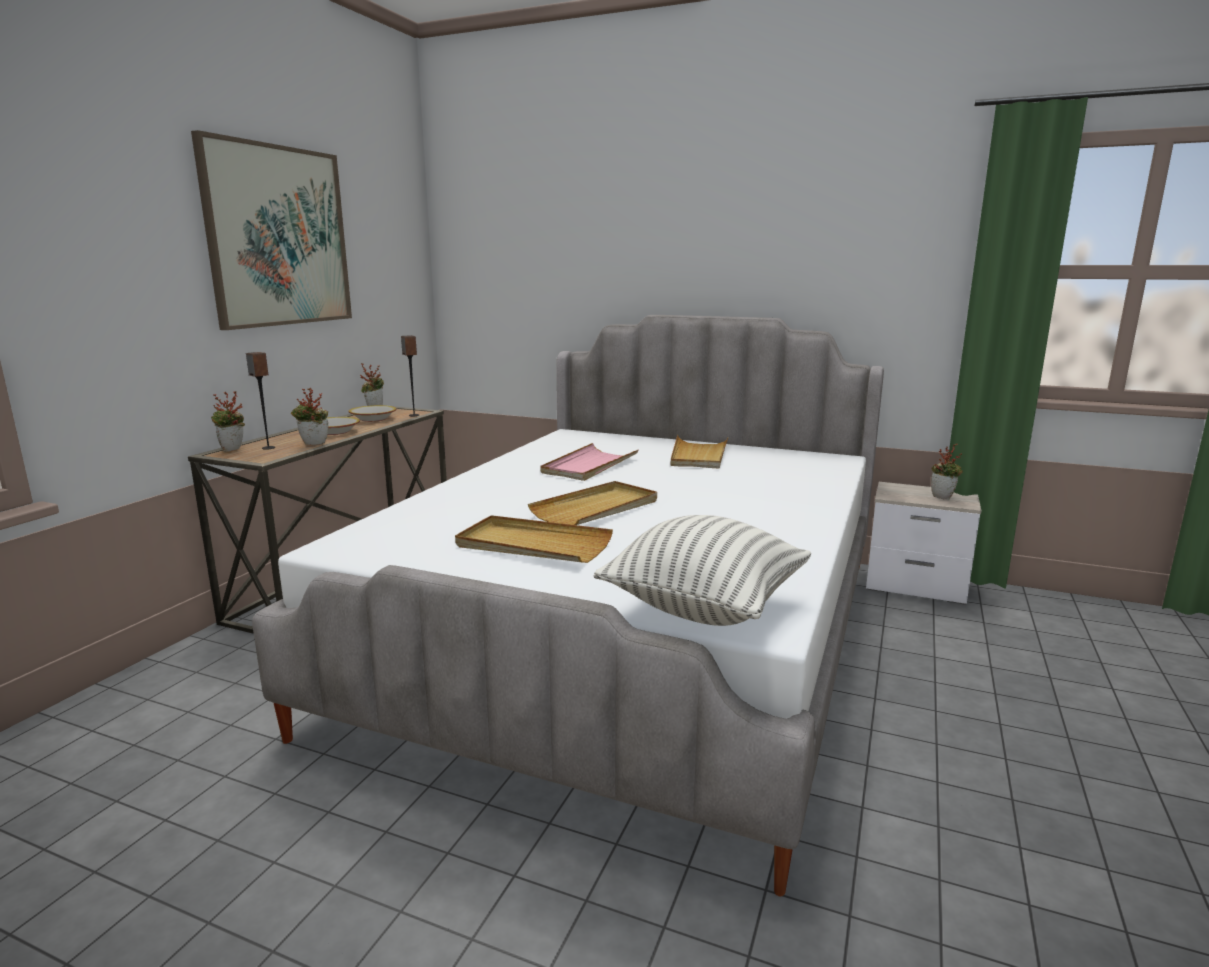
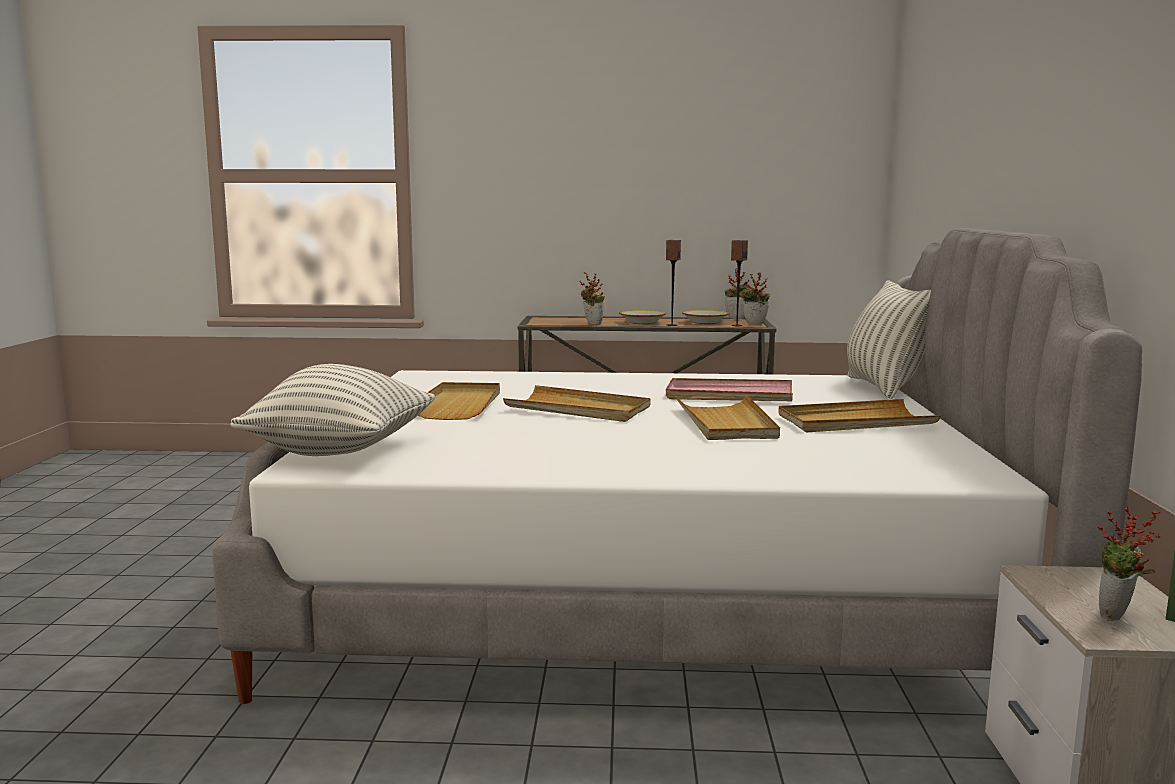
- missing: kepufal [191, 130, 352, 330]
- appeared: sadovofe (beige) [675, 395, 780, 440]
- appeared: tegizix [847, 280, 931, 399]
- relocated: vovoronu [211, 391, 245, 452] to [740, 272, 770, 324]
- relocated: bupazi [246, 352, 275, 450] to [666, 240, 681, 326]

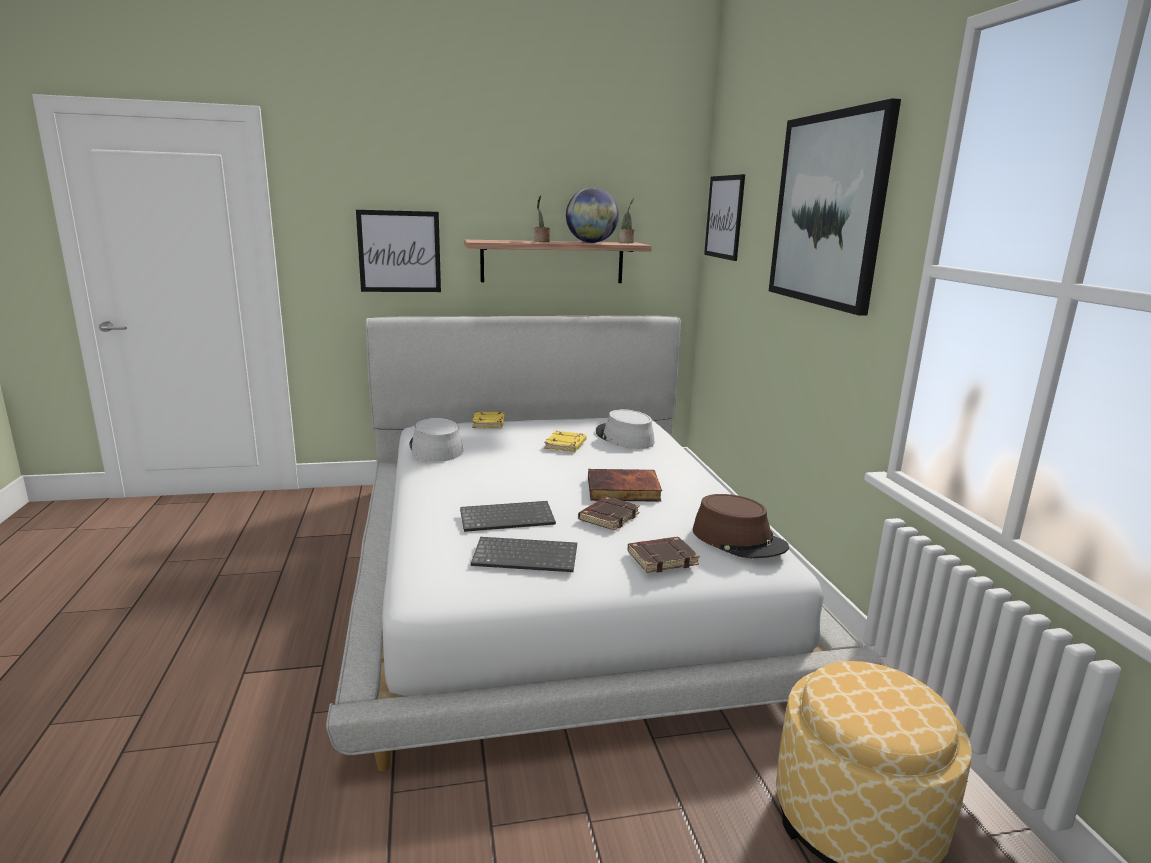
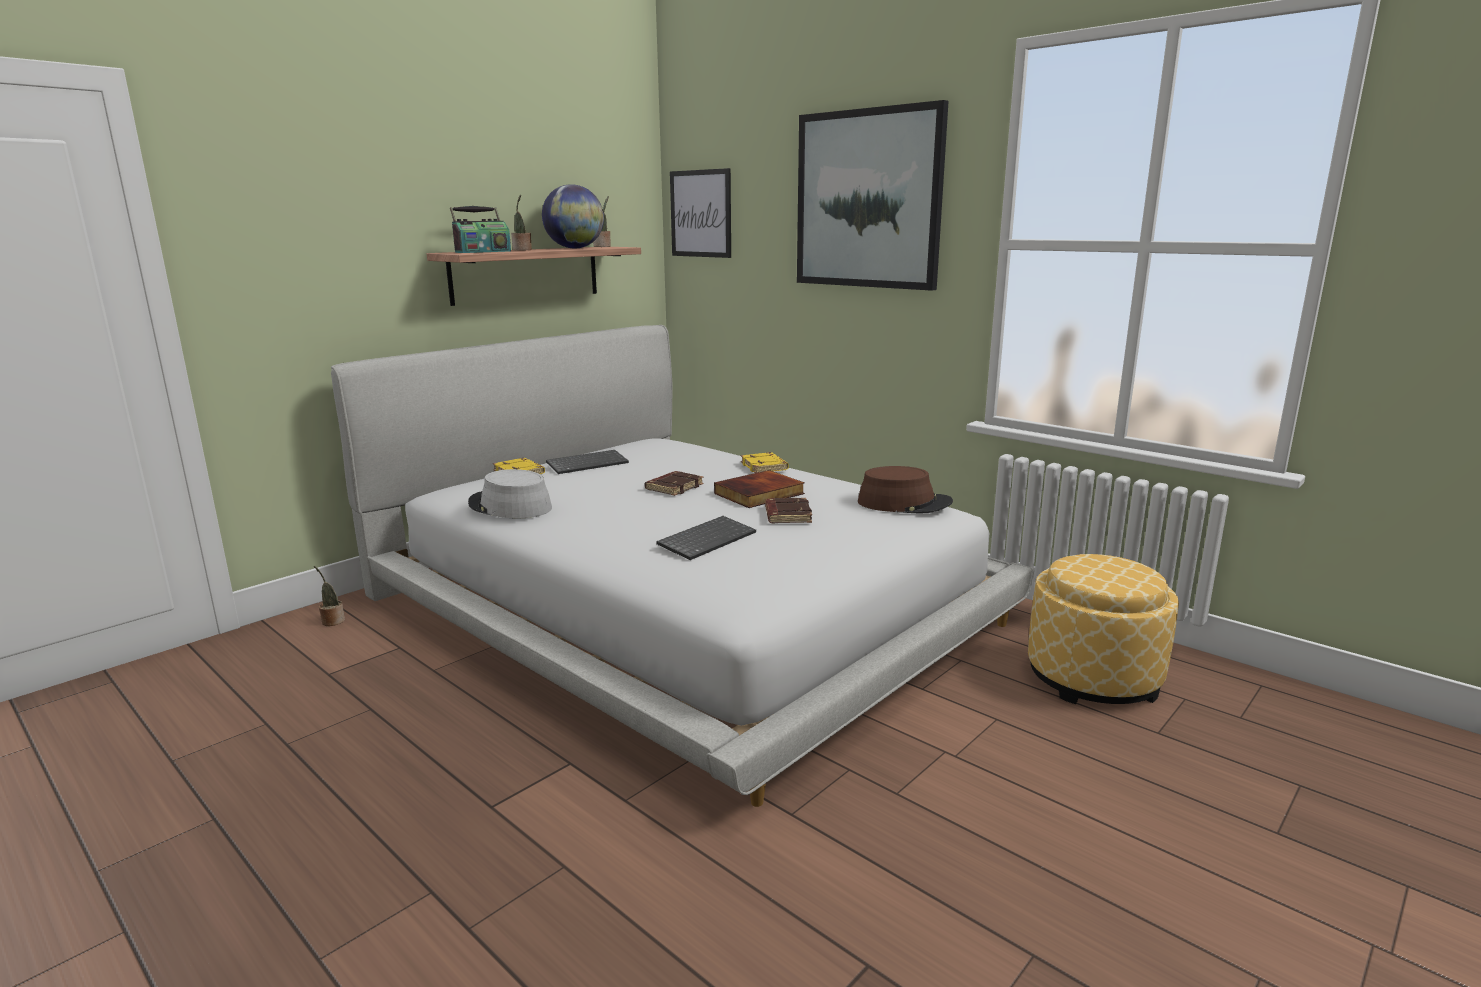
- missing: kepufal [356, 210, 441, 292]
- missing: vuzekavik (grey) [596, 409, 655, 449]
- appeared: vovoronu [314, 566, 345, 626]
- appeared: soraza [450, 206, 511, 253]
- relocated: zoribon [471, 537, 577, 572] to [546, 450, 629, 474]
- relocated: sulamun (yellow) [544, 431, 586, 452] to [741, 452, 789, 473]
- relocated: sulamun (brown) [628, 537, 700, 573] to [645, 471, 704, 496]

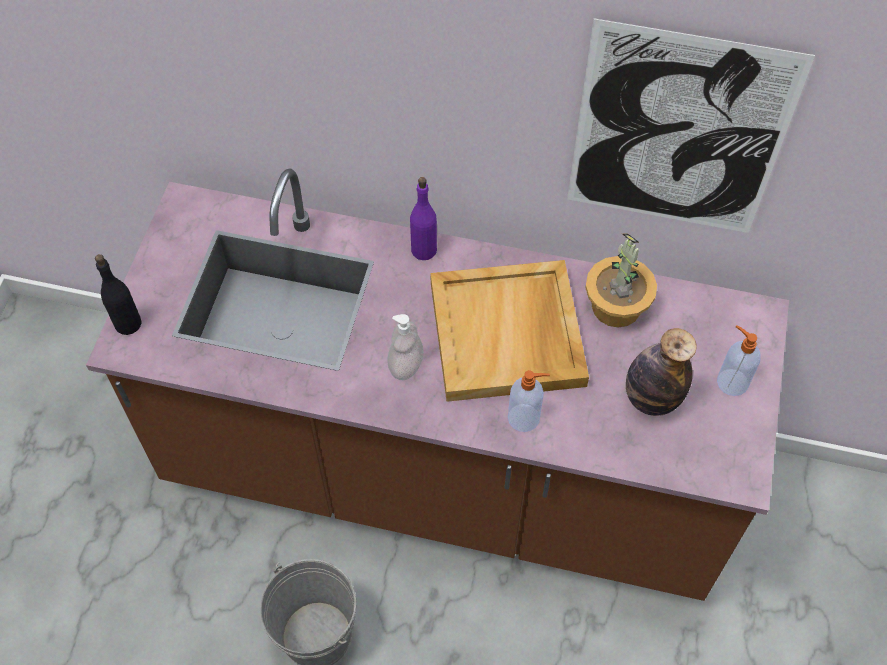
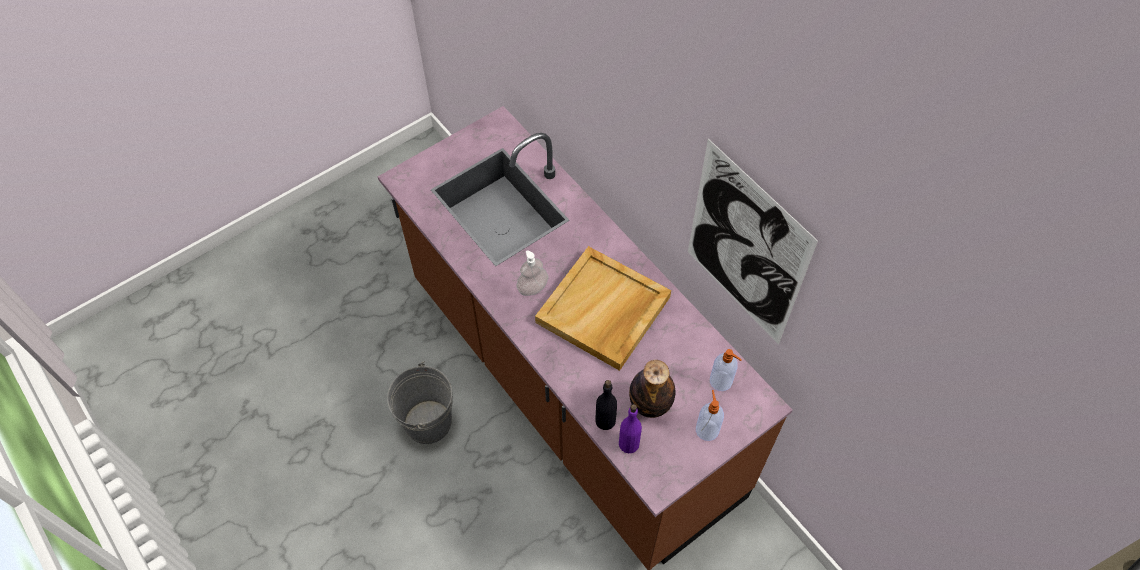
- missing: vovoronu [585, 233, 657, 328]
- relocated: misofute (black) [95, 254, 142, 335] to [595, 380, 617, 430]
- relocated: misofute (purple) [410, 177, 437, 260] to [619, 404, 642, 453]
- relocated: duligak [508, 370, 550, 432] to [710, 349, 742, 391]

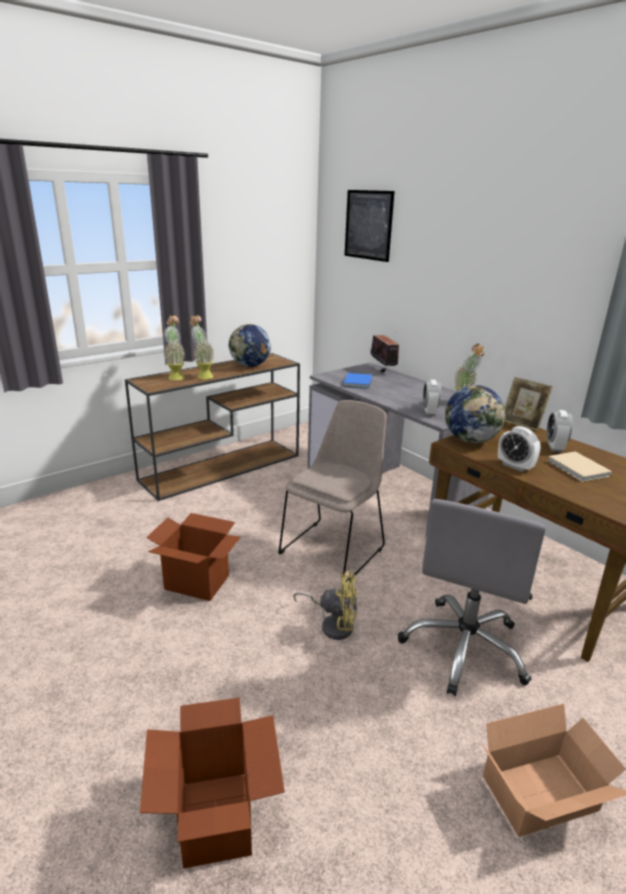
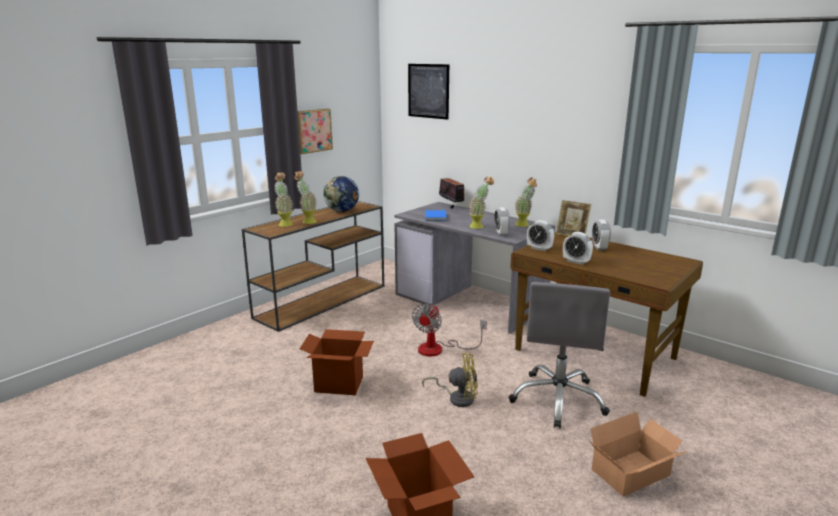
- missing: sulamun (beige) [547, 452, 612, 482]
- appeared: kepufal [297, 109, 333, 154]
- appeared: vovoronu [469, 176, 494, 229]
- exchanged: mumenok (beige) [279, 400, 387, 582] to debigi [412, 304, 487, 356]
- exchanged: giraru [445, 385, 506, 443] to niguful [527, 220, 554, 251]

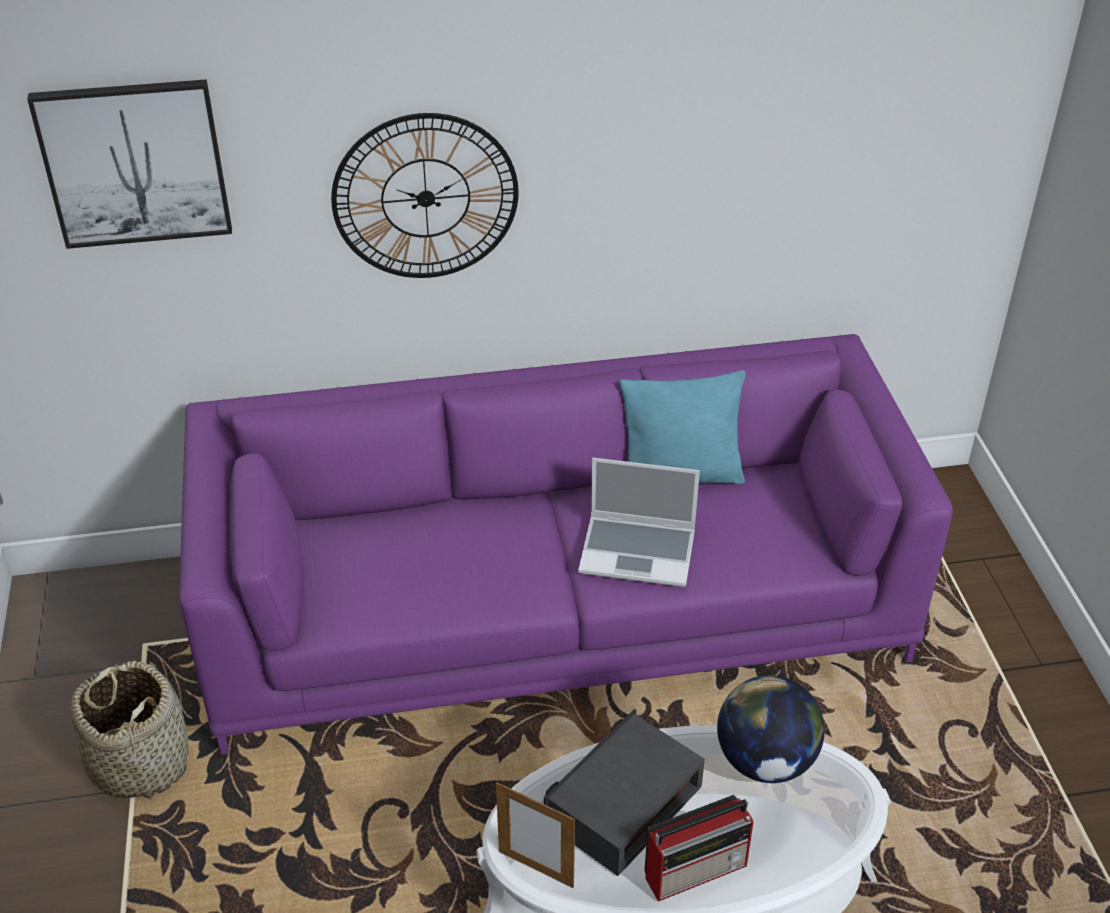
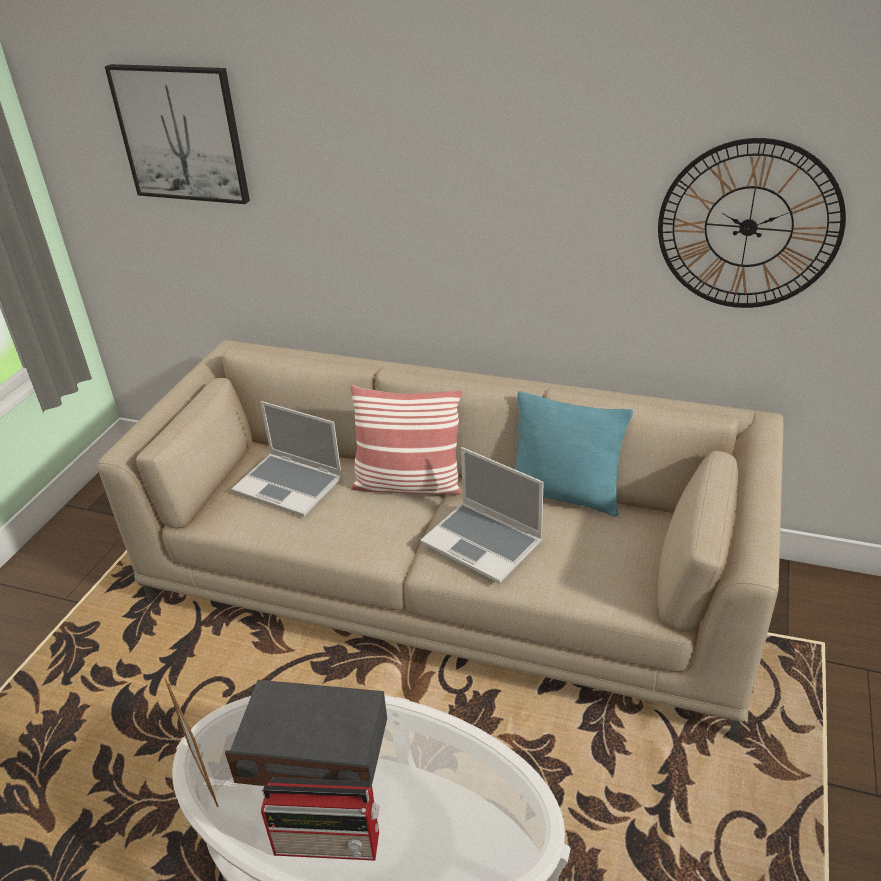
- missing: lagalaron [71, 661, 189, 799]
- missing: giraru [717, 675, 825, 783]
- appeared: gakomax [231, 401, 343, 517]
- appeared: tegizix [350, 385, 462, 495]
- relocated: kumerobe [331, 113, 519, 278] to [658, 138, 846, 308]
- colour: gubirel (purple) [179, 334, 953, 755] to gubirel (beige) [98, 340, 784, 739]
- spun: soraza [544, 709, 705, 876] = [225, 680, 387, 791] 150 degrees counterclockwise

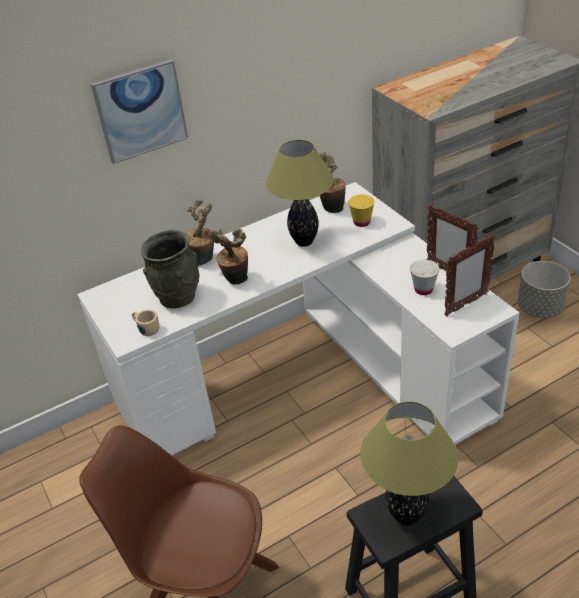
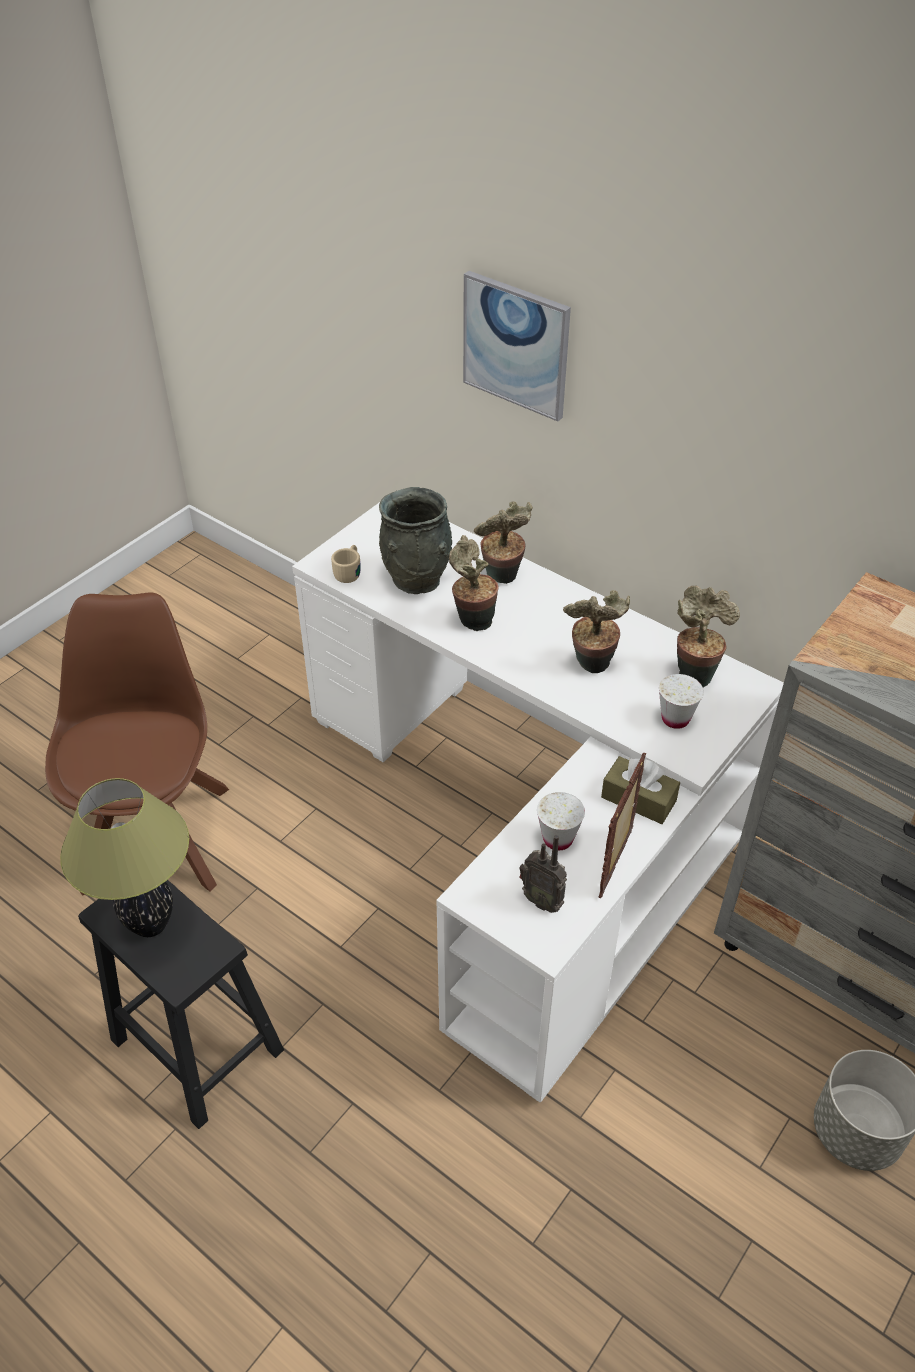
- appeared: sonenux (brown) [601, 756, 680, 824]
- exchanged: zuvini [266, 140, 334, 247] to vovoronu [563, 590, 630, 673]
- exchanged: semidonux [444, 234, 496, 316] to soraza [519, 835, 567, 913]
- colour: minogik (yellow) [348, 195, 375, 227] to minogik (white) [659, 674, 704, 729]

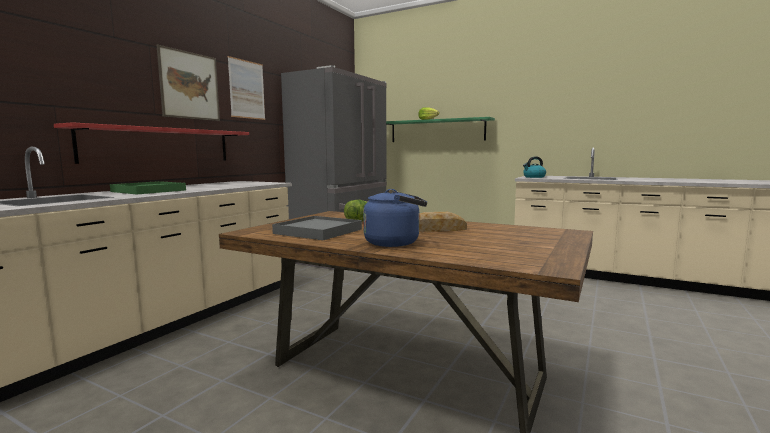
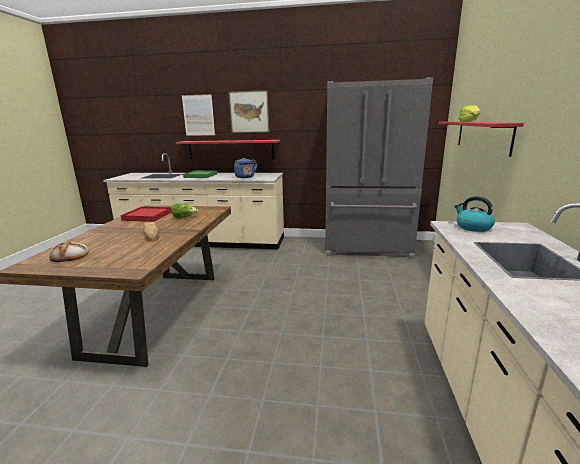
- appeared: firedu [50, 241, 89, 262]
- relocated: kepufal [228, 56, 265, 120] to [182, 94, 215, 136]
- relocated: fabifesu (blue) [363, 189, 427, 247] to [234, 158, 257, 178]
- colour: sadovofe (grey) [272, 216, 362, 240] to sadovofe (red) [121, 207, 172, 222]
- colour: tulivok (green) [386, 117, 495, 142] to tulivok (red) [439, 121, 524, 157]

